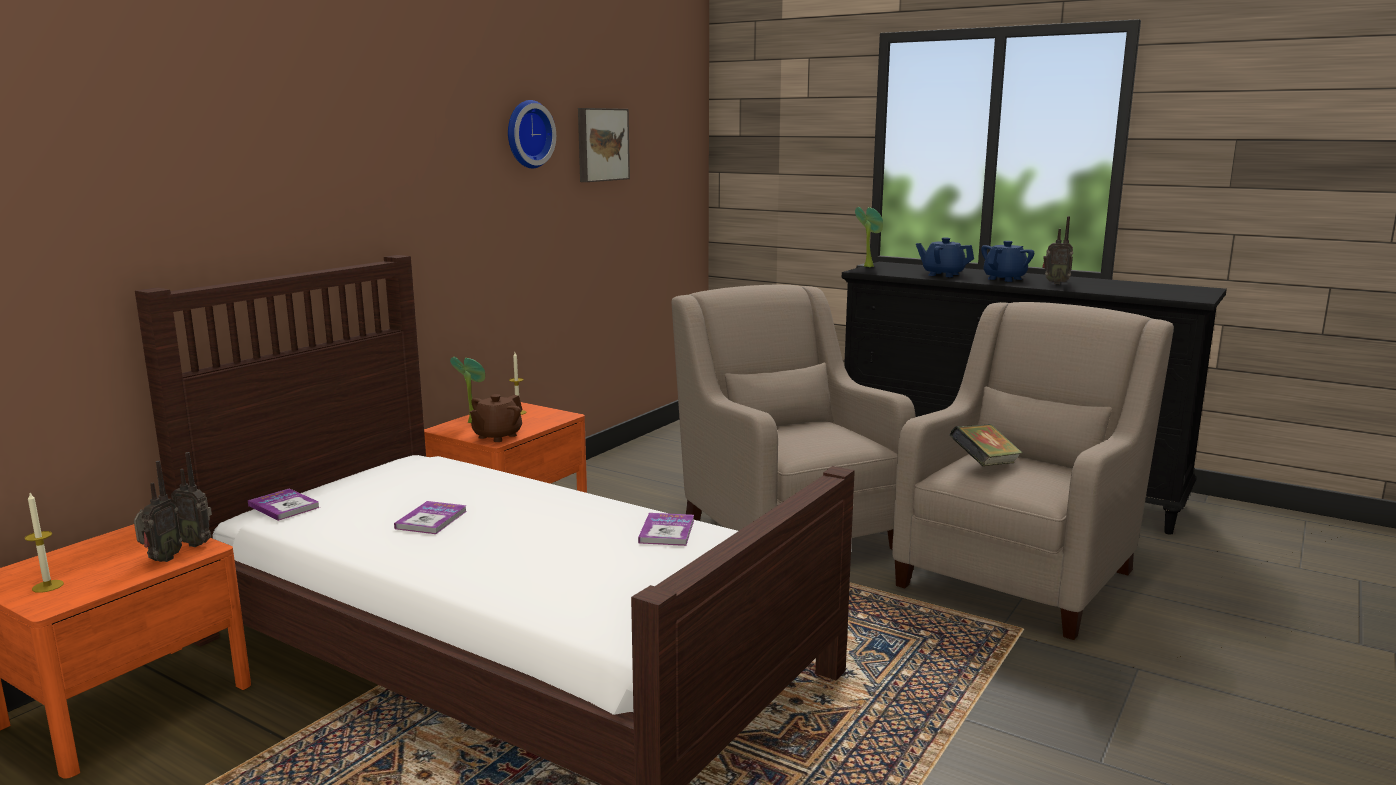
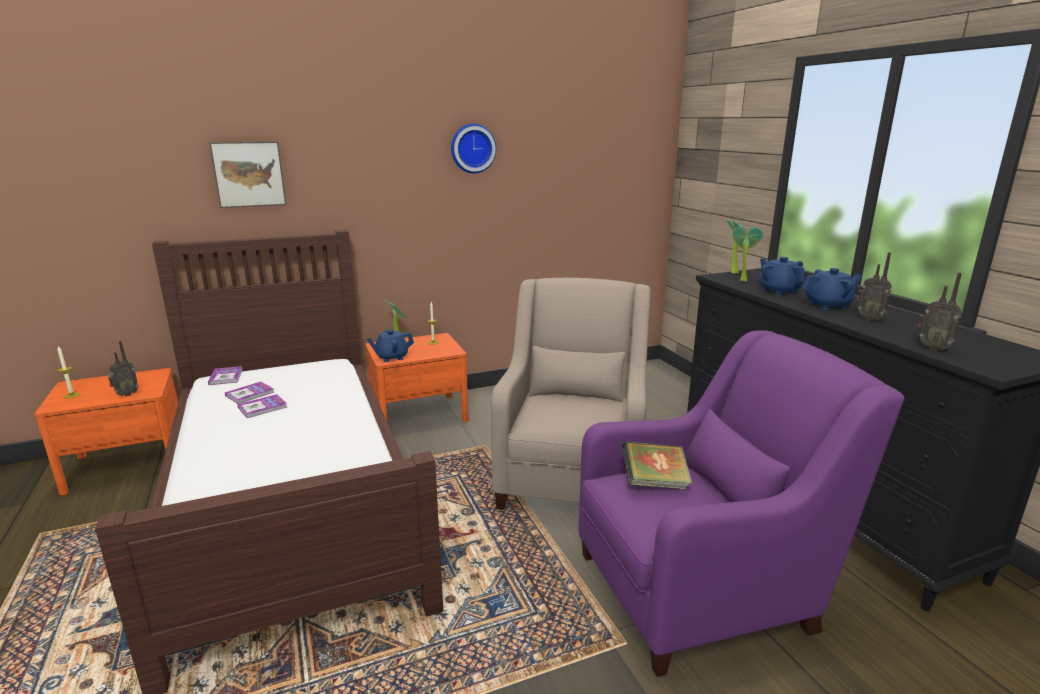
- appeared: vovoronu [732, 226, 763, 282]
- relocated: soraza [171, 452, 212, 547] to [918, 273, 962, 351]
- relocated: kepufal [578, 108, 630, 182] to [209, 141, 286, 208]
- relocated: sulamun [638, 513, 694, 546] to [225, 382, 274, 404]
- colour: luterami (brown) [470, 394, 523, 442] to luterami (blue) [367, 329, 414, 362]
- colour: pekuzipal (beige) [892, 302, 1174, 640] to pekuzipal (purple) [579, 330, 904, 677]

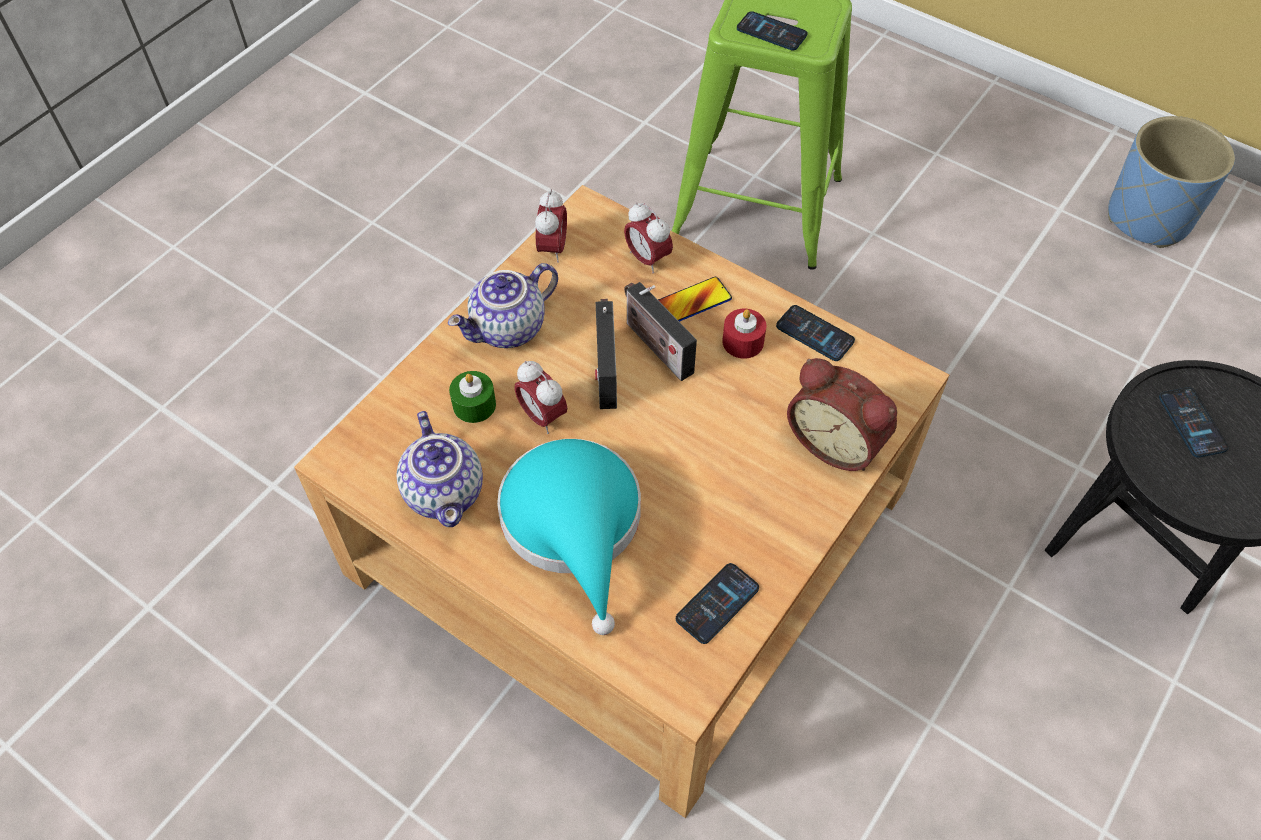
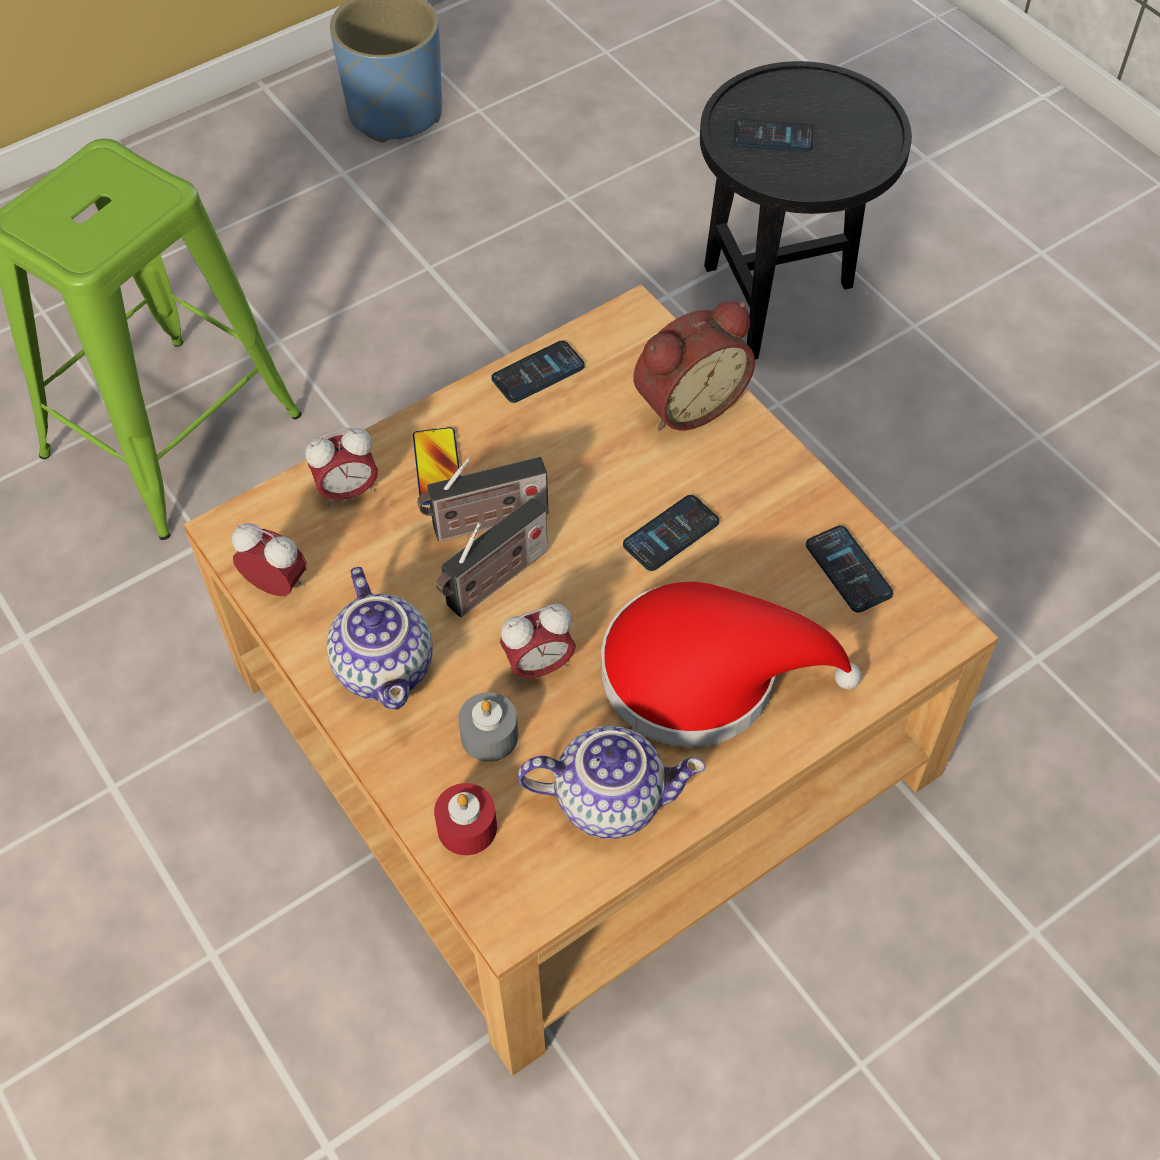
- relocated: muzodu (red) [722, 309, 766, 359] to [434, 783, 497, 855]
- relocated: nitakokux [737, 11, 808, 50] to [623, 495, 719, 571]
- colour: muzodu (green) [449, 371, 496, 423] to muzodu (grey) [458, 692, 518, 762]
- colour: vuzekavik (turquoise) [497, 439, 641, 635] to vuzekavik (red) [601, 582, 862, 747]
- spun: soraza [595, 299, 617, 409] = [436, 498, 548, 617] 60 degrees counterclockwise

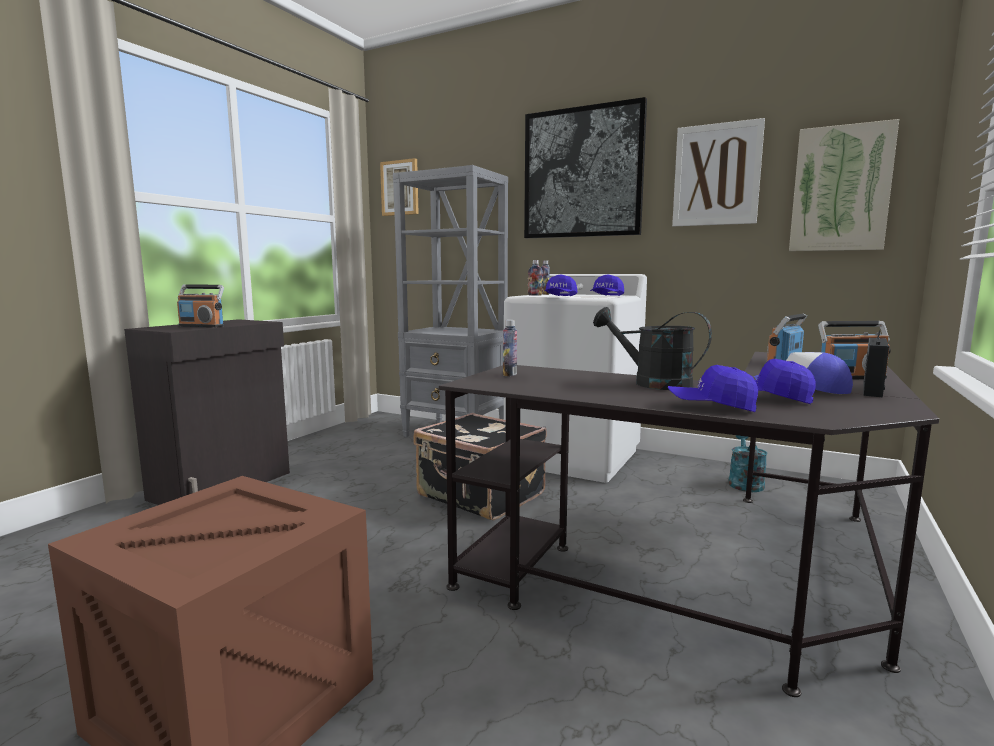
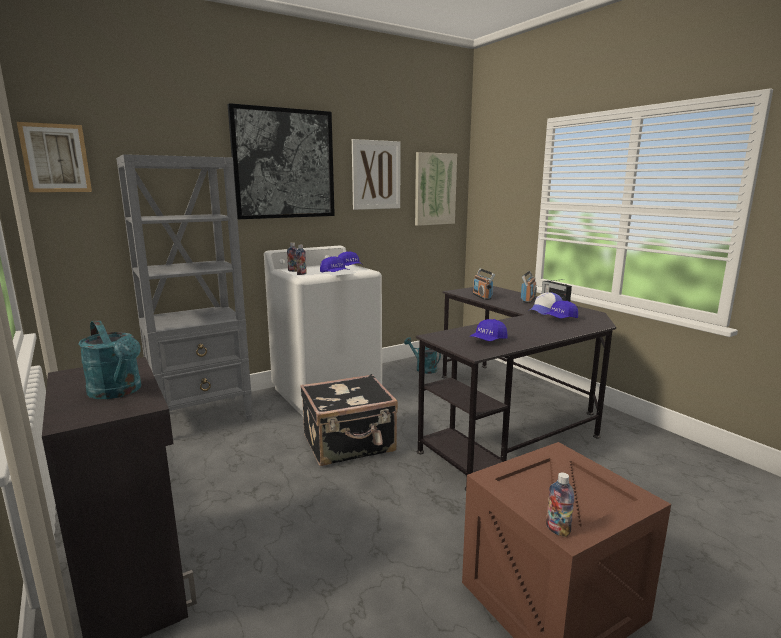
- missing: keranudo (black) [593, 307, 712, 390]
- relocated: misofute [503, 320, 517, 376] to [546, 472, 574, 537]
- relocated: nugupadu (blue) [668, 365, 758, 412] to [470, 319, 507, 341]
- exchanged: soraza [177, 285, 224, 327] to keranudo (turquoise) [78, 320, 141, 399]

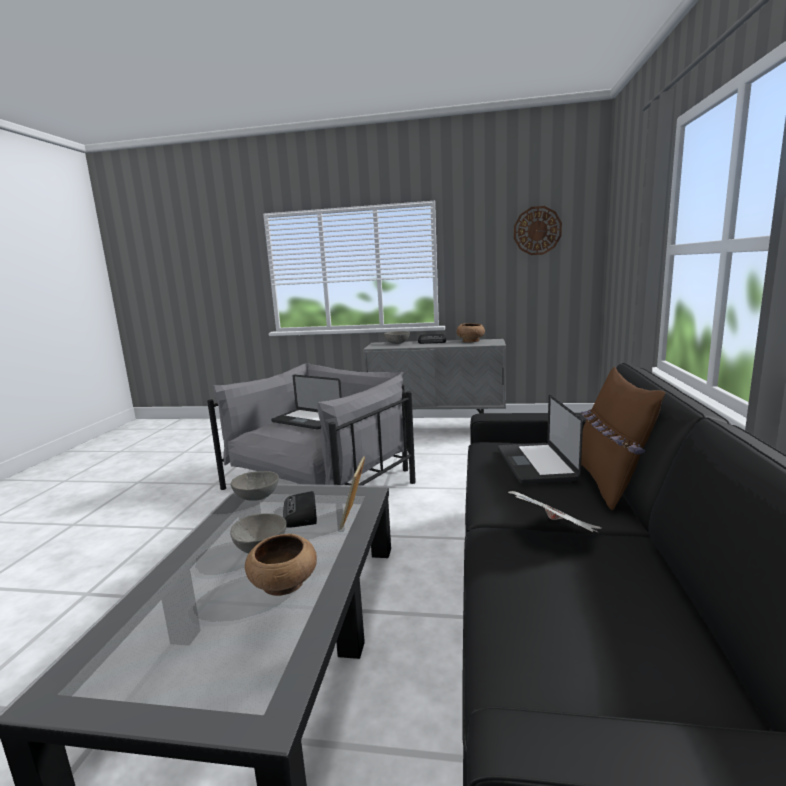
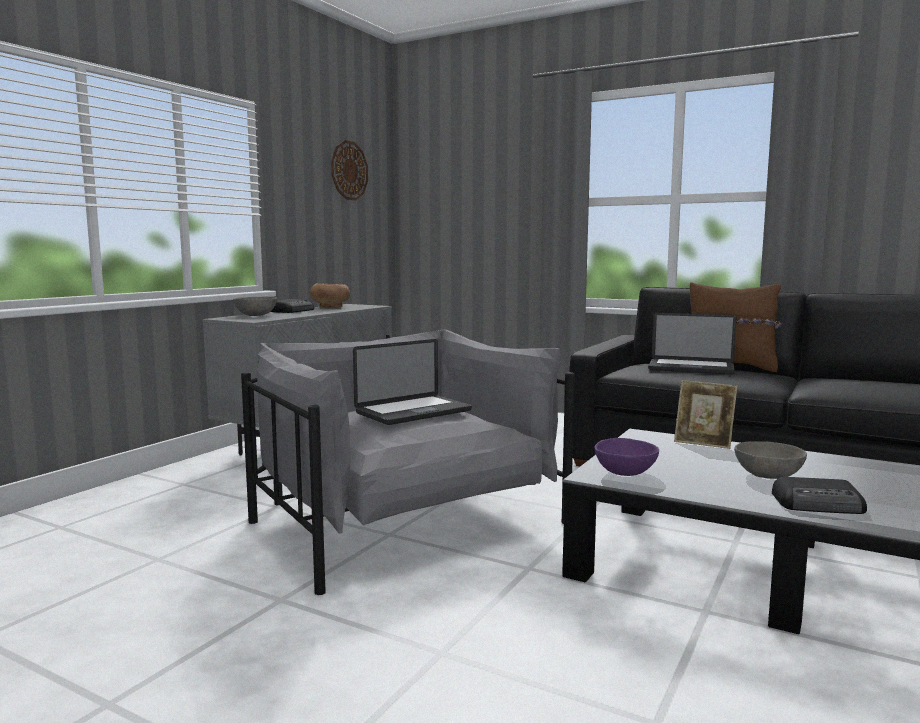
- missing: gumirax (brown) [245, 534, 317, 596]
- missing: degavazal [508, 491, 601, 532]
- relocated: soraza [283, 491, 317, 528] to [772, 477, 867, 514]
- colour: gumirax (grey) [231, 471, 279, 501] to gumirax (purple) [595, 438, 659, 476]

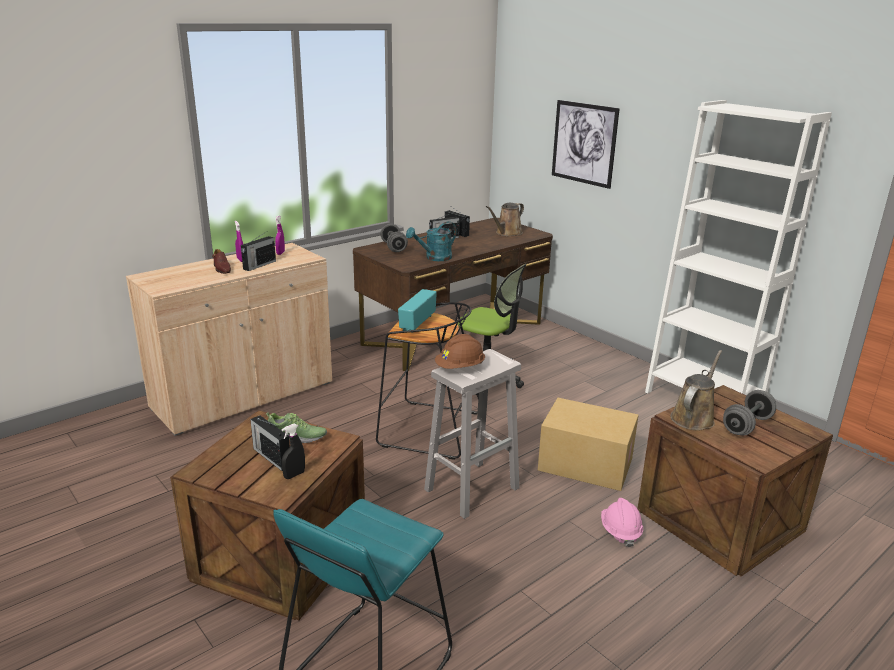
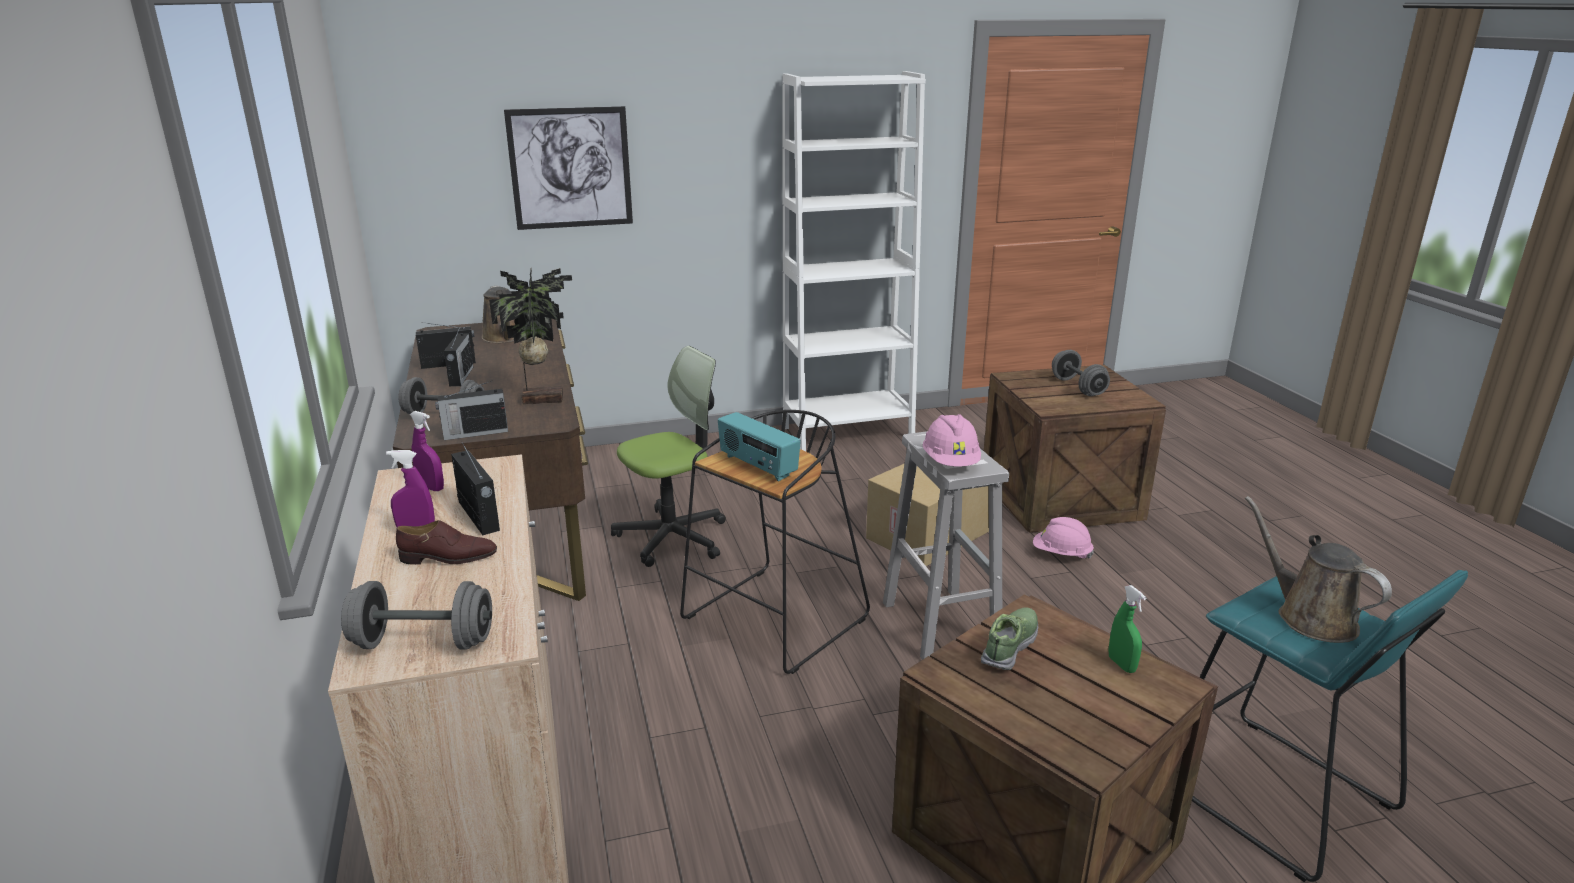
- appeared: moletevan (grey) [341, 581, 492, 649]
- relocated: soraza [250, 416, 290, 471] to [435, 380, 508, 440]
- relocated: keranudo (brown) [670, 350, 722, 431] to [1245, 496, 1392, 643]
- exchanged: keranudo (turquoise) [406, 221, 457, 261] to vovoronu [489, 268, 572, 405]
- colour: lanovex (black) [281, 424, 305, 479] to lanovex (green) [1108, 585, 1146, 673]
- colour: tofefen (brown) [435, 334, 485, 369] to tofefen (pink) [923, 414, 981, 467]

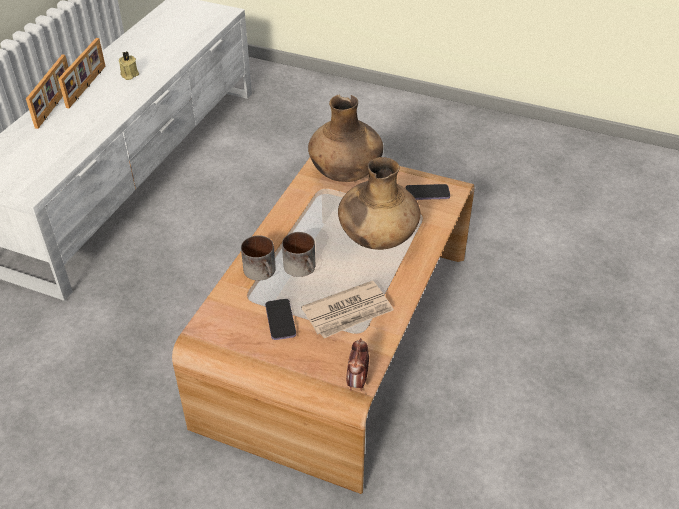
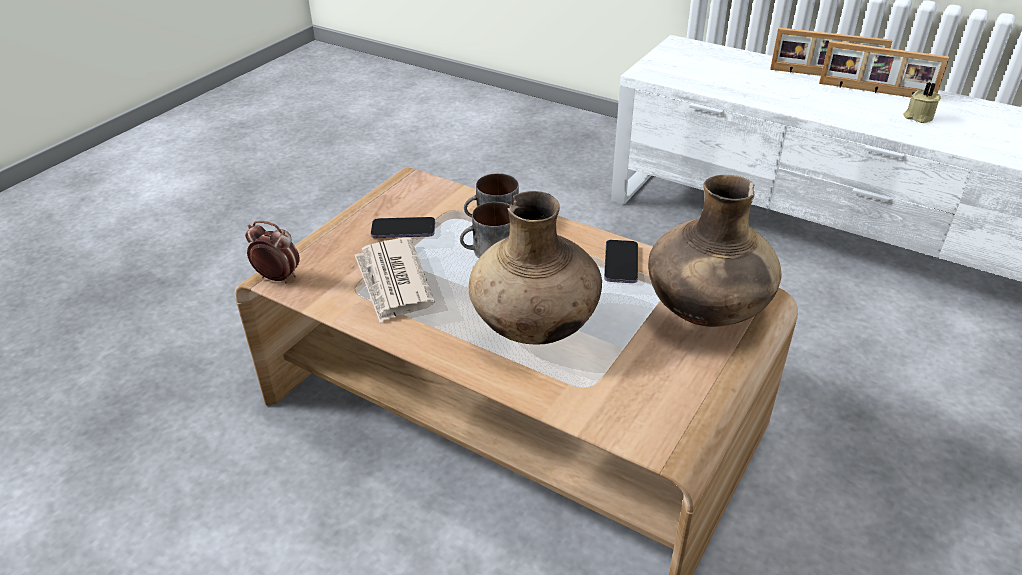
- relocated: nitakokux [405, 184, 450, 200] to [604, 240, 638, 283]

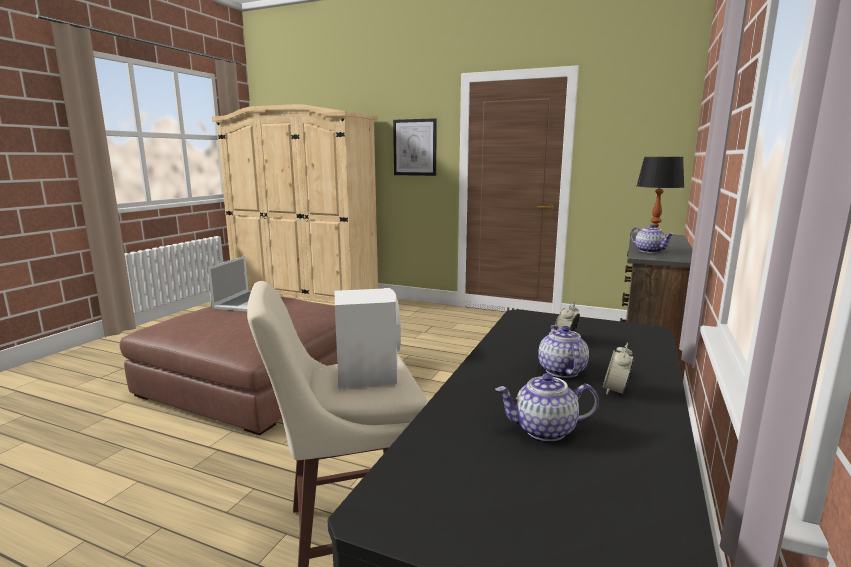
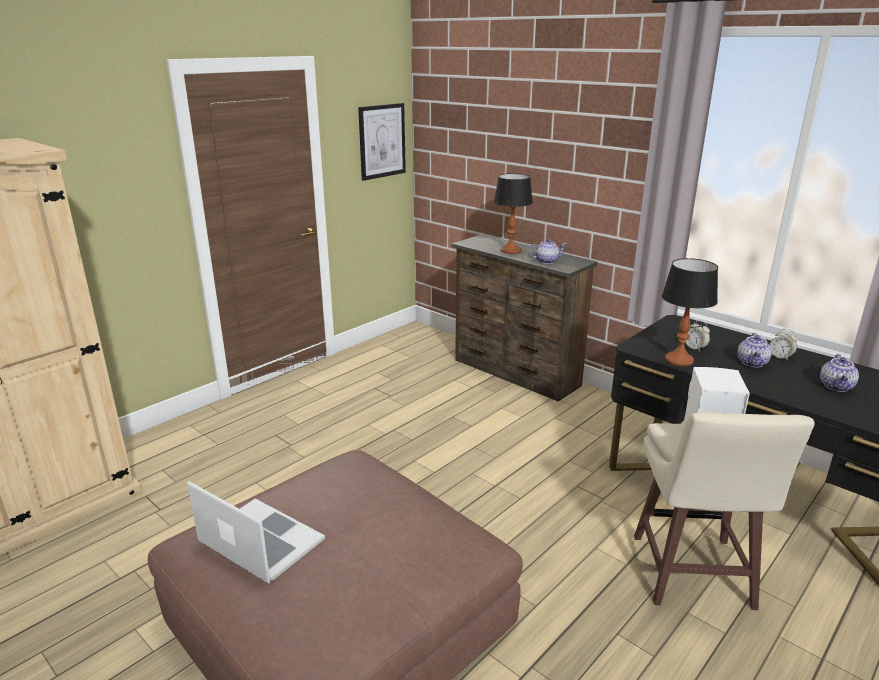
- appeared: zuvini [662, 258, 718, 366]
- relocated: kepufal [393, 118, 437, 176] to [358, 103, 406, 181]
- spun: luterami [538, 325, 589, 378] = [737, 333, 772, 367] 90 degrees counterclockwise

